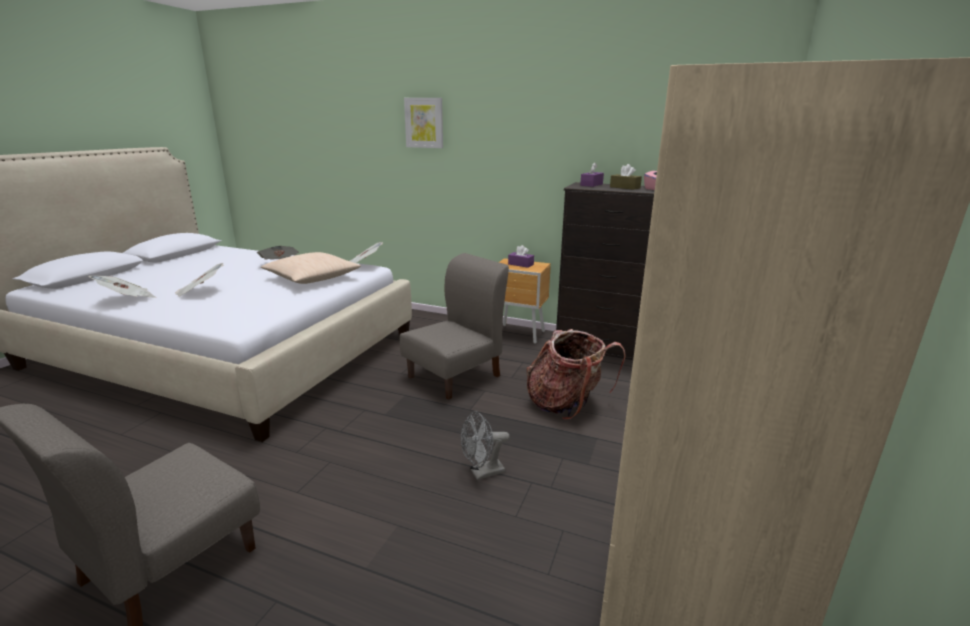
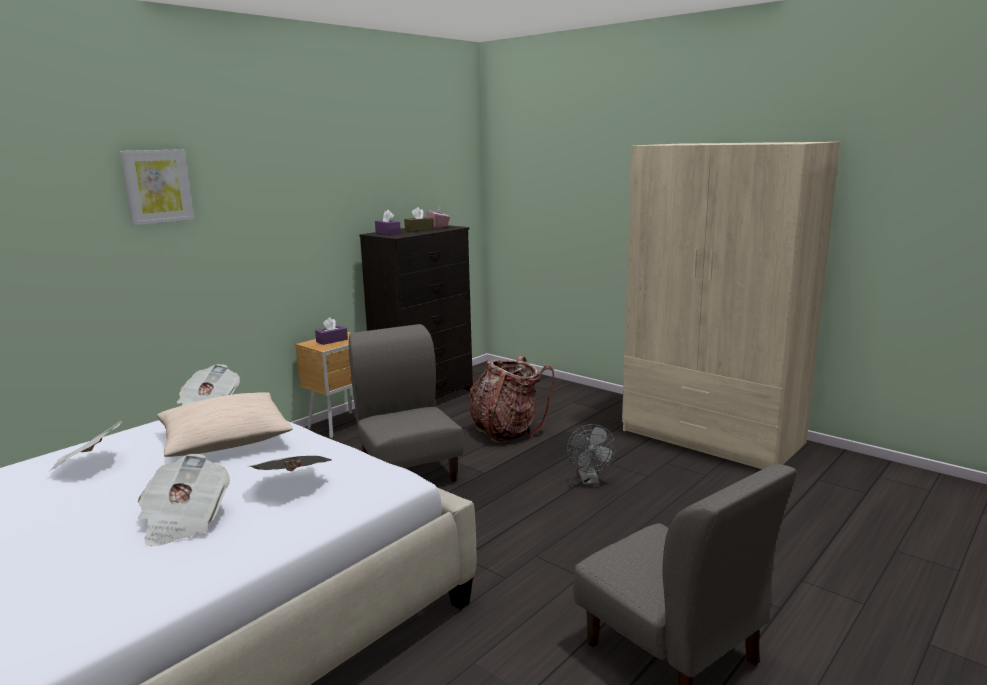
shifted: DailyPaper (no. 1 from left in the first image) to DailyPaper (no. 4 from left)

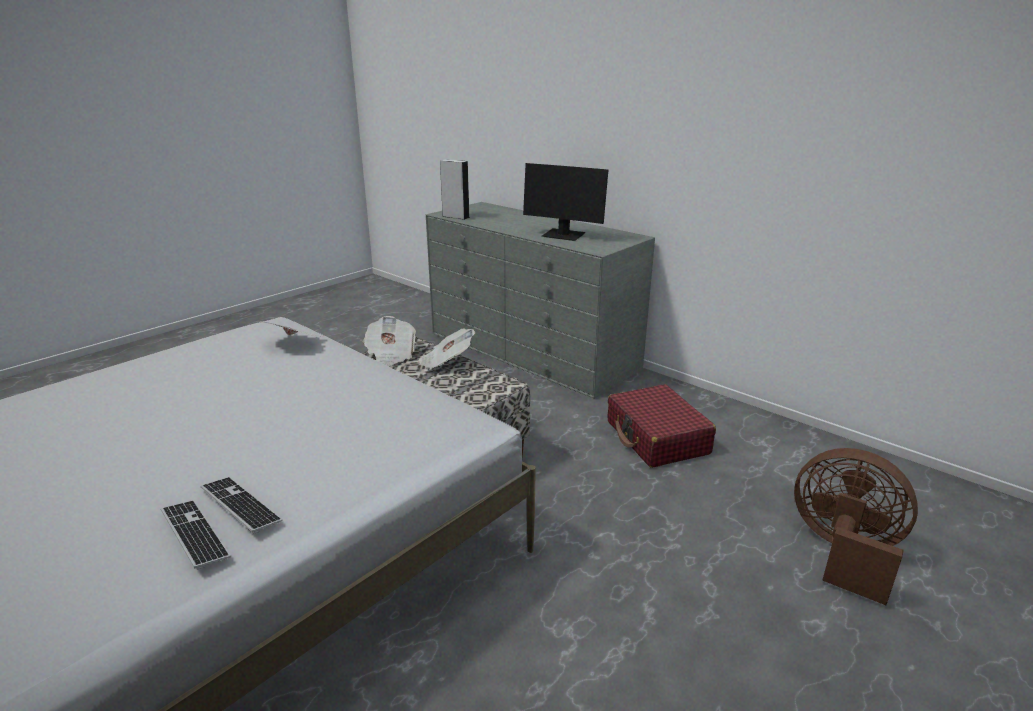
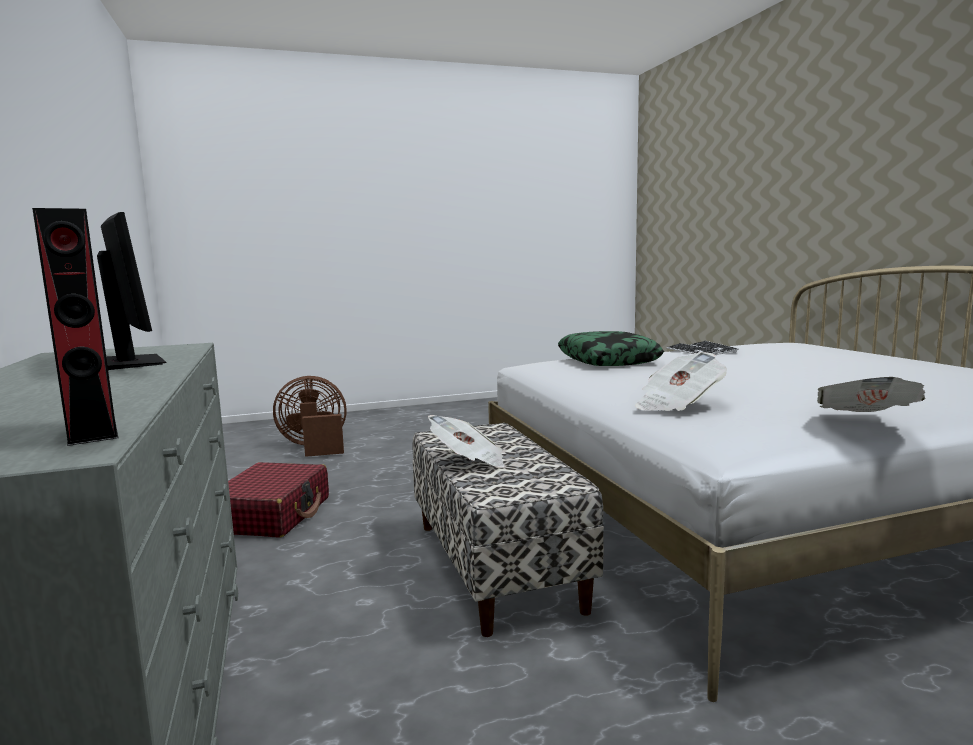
new: Pillow
shifted: DailyPaper (no. 2 from left in the first image) to DailyPaper (no. 3 from left)
repainted: GrayLoudspeaker to RedColouredLoudspeaker
rotated: BrownElectricFan 105 degrees clockwise

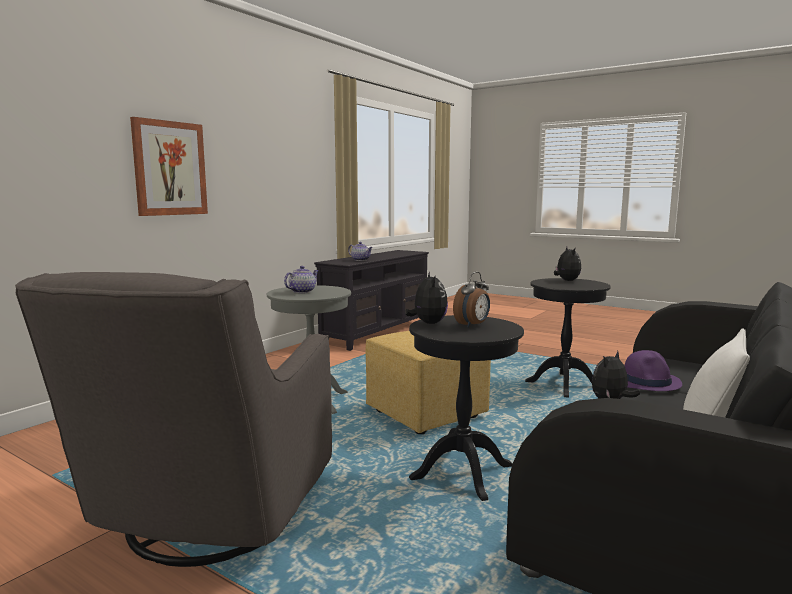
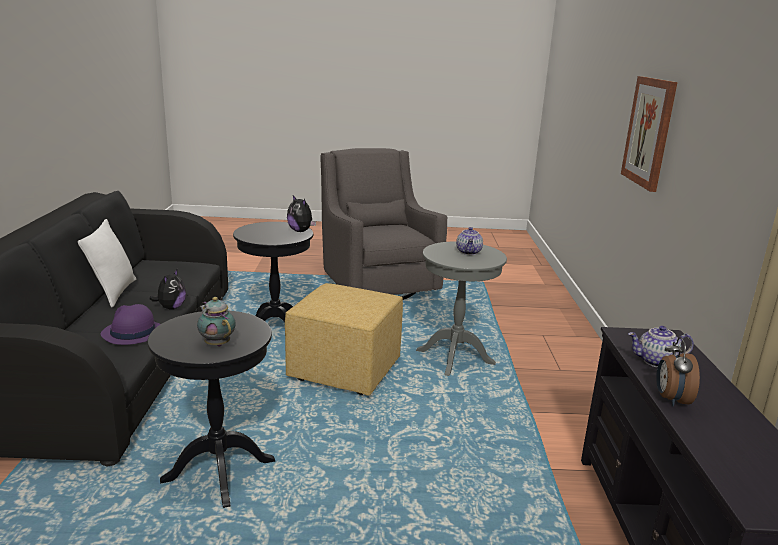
shifted: AlarmClock
swapped: CuddlyToy (no. 2 from left) to Teapot (no. 1 from left)

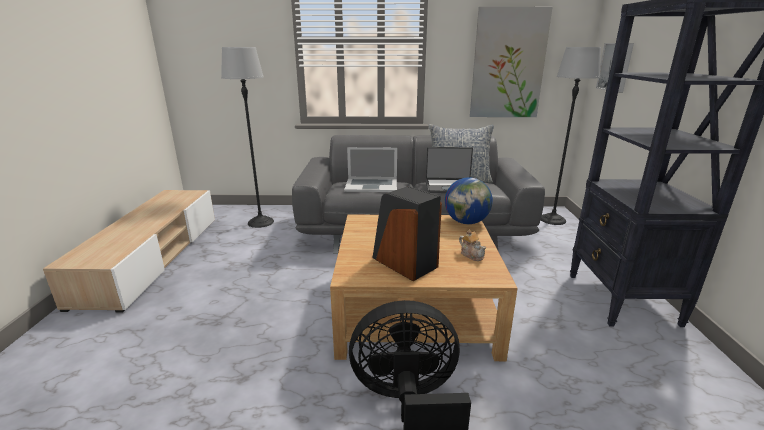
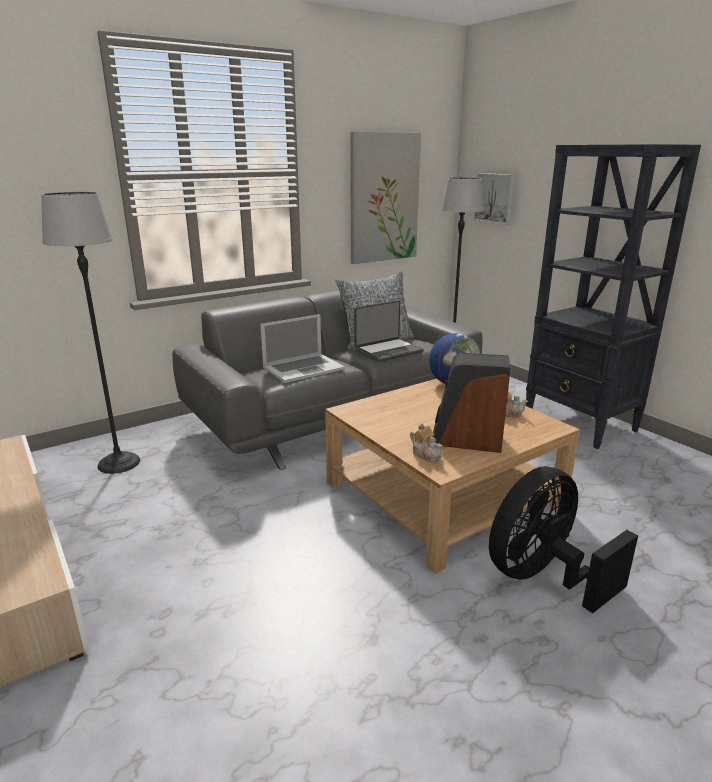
new: Teapot (no. 1 from left)

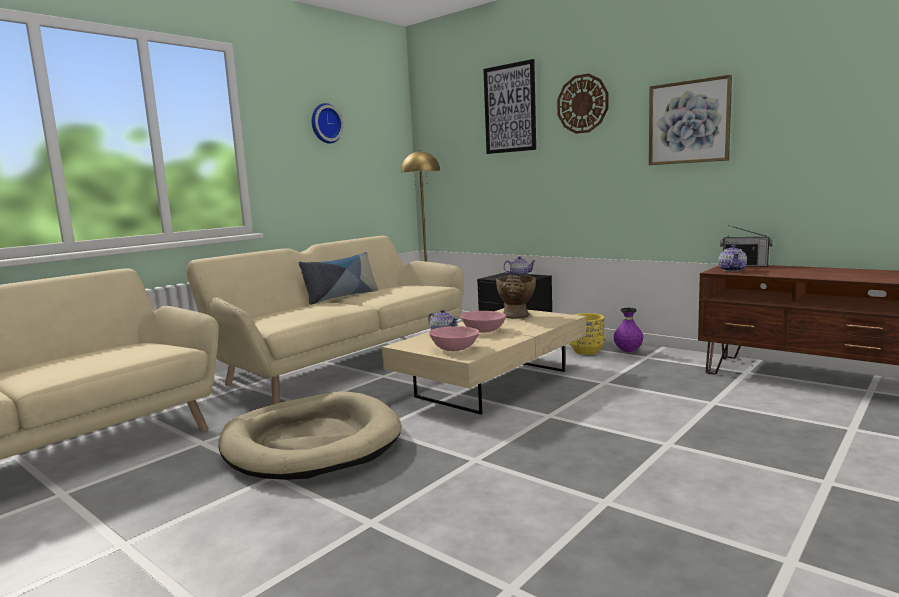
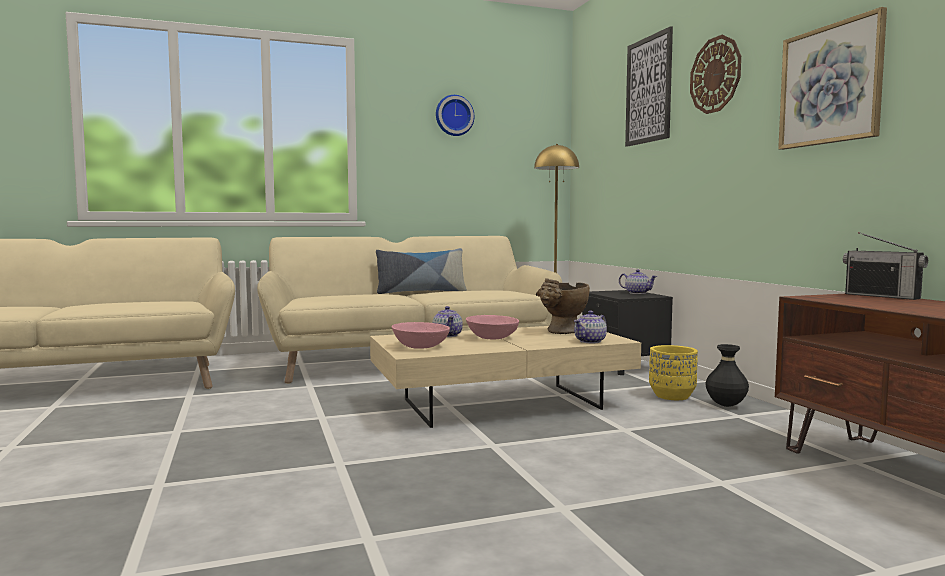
gone: BeigeColouredDogCushion
shifted: Teapot (no. 3 from left in the first image) to Teapot (no. 2 from left)
repainted: PurpleColouredDecorativeVase to BlackColouredDecorativeVase

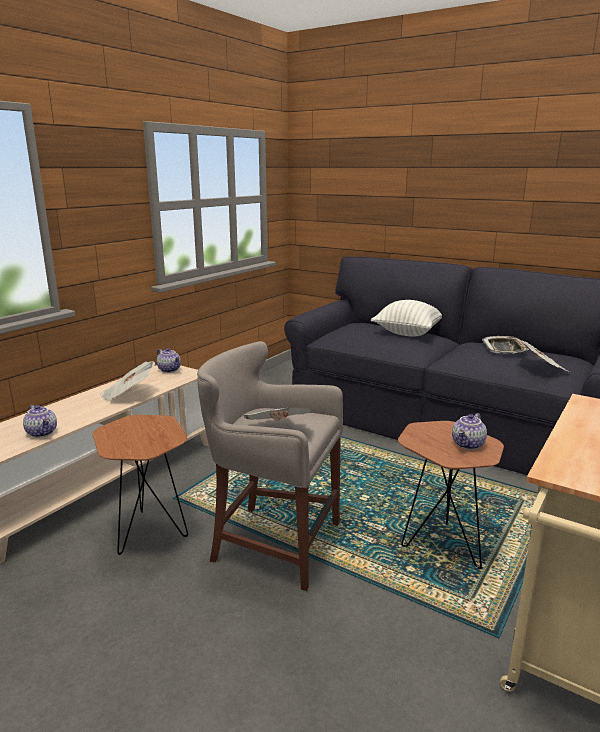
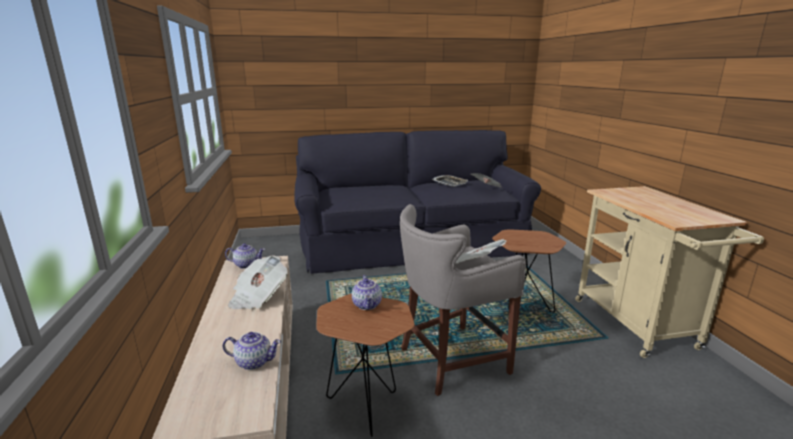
gone: WhitishPillow
shifted: Teapot (no. 3 from left)

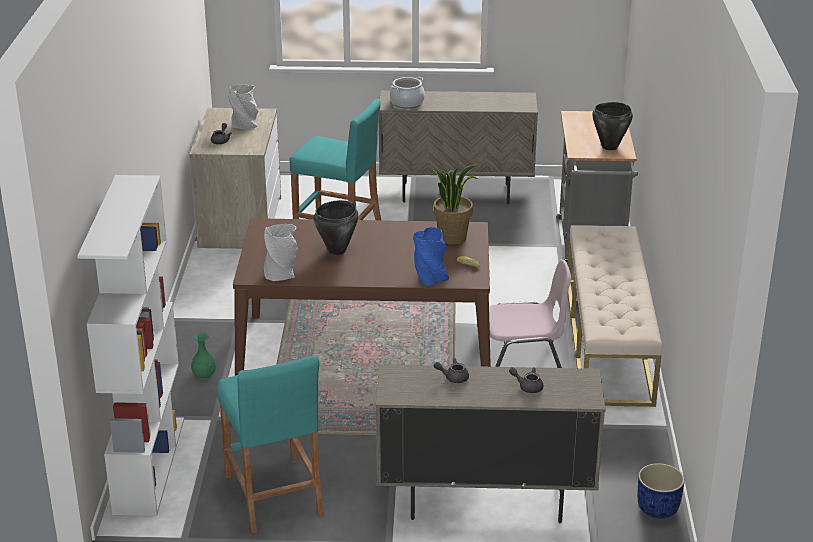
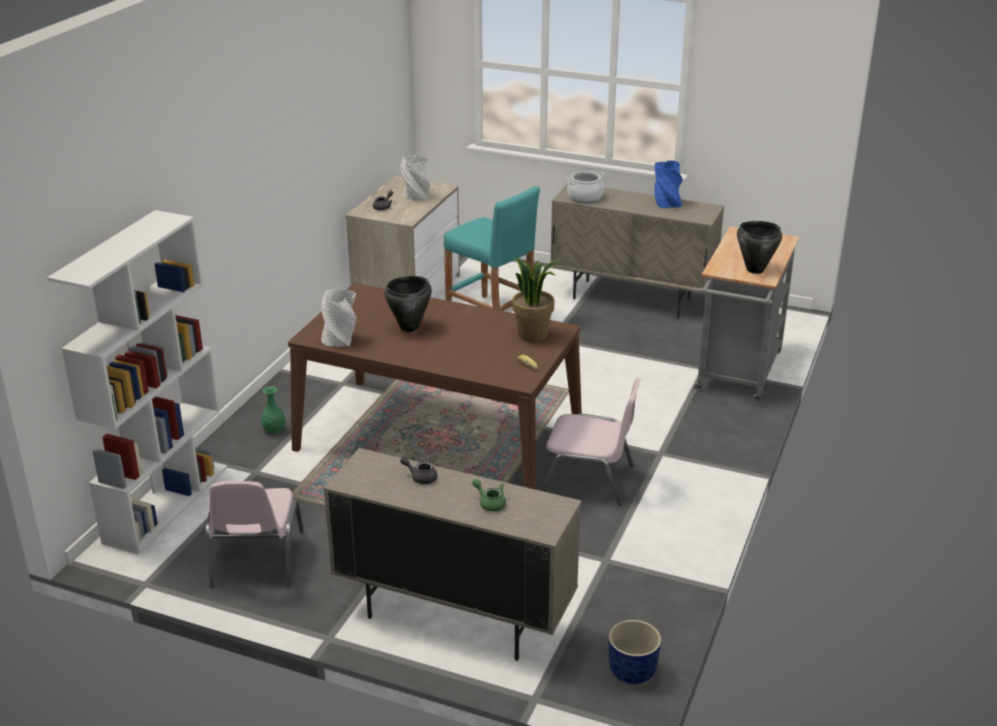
gone: BeigeColouredBench
shifted: BlueDecorativeVase
swapped: TurquoiseStool (no. 1 from left) to PinkChair (no. 1 from left)
repainted: GrayTeapot (no. 3 from left) to GreenishTeapot

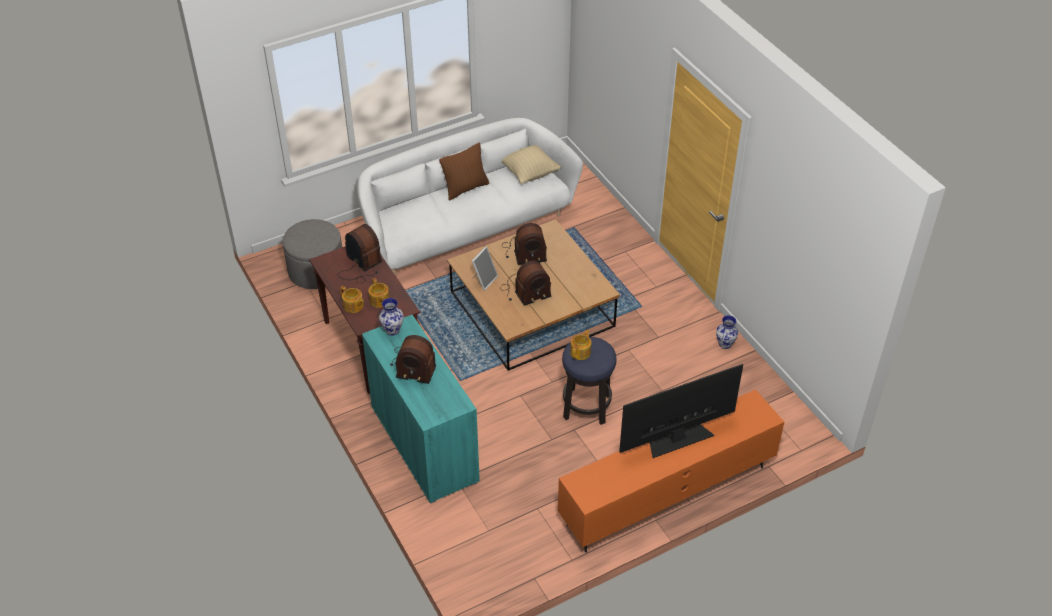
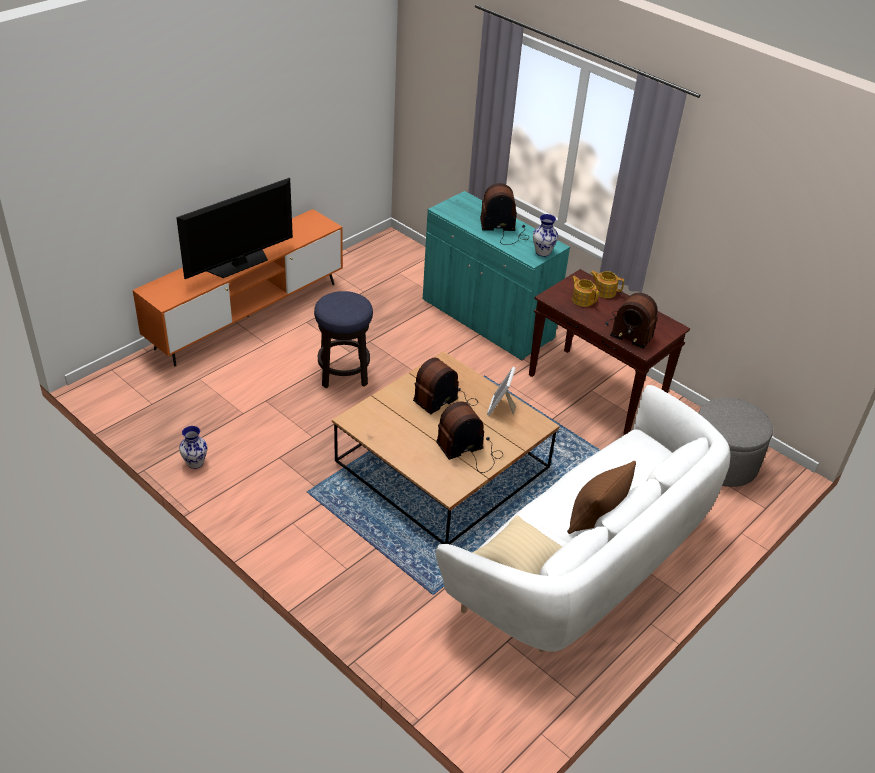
gone: Teapot (no. 3 from left)

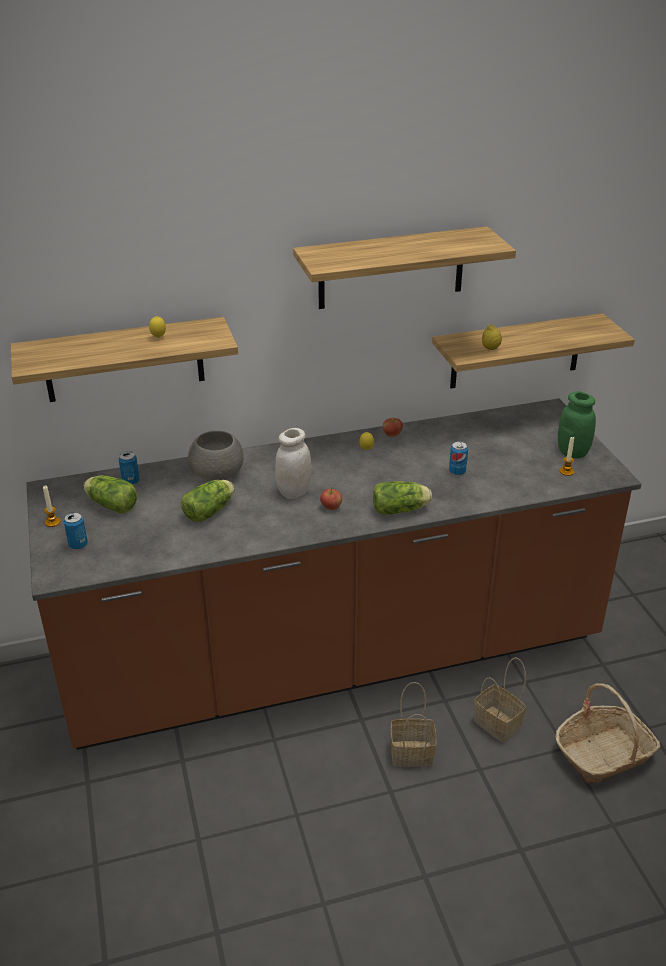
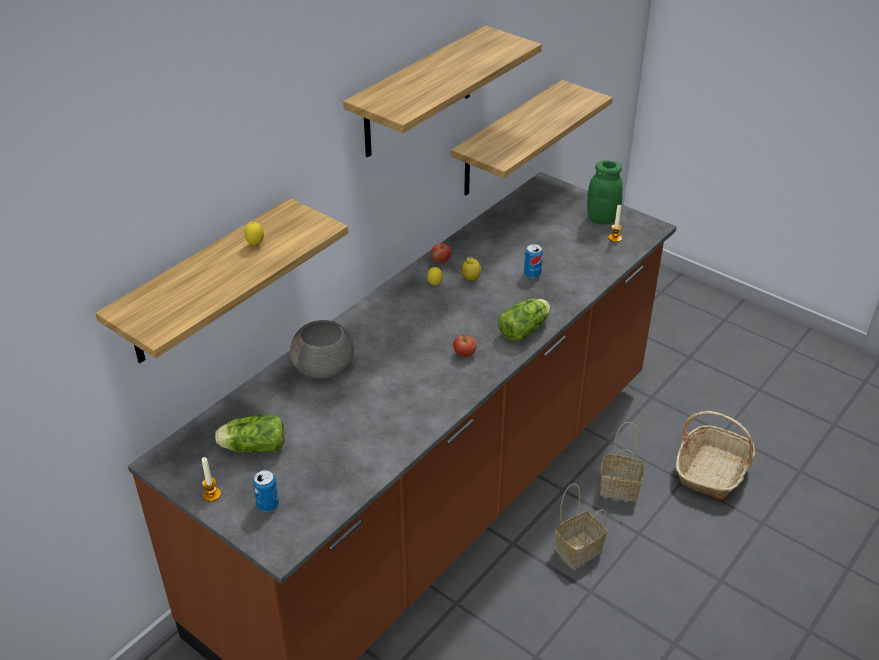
gone: Can (no. 2 from left); Lettuce (no. 2 from left); WhitishStorageJar
shifted: WholeLemon (no. 3 from left)

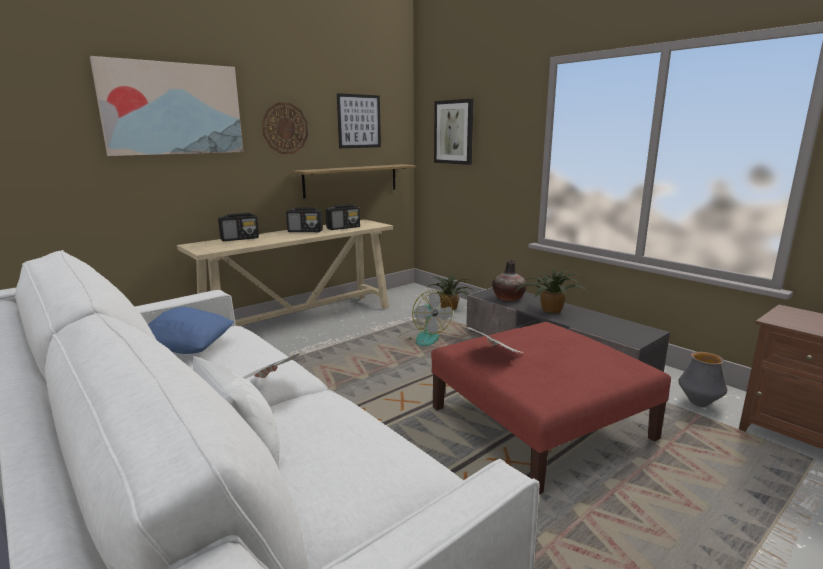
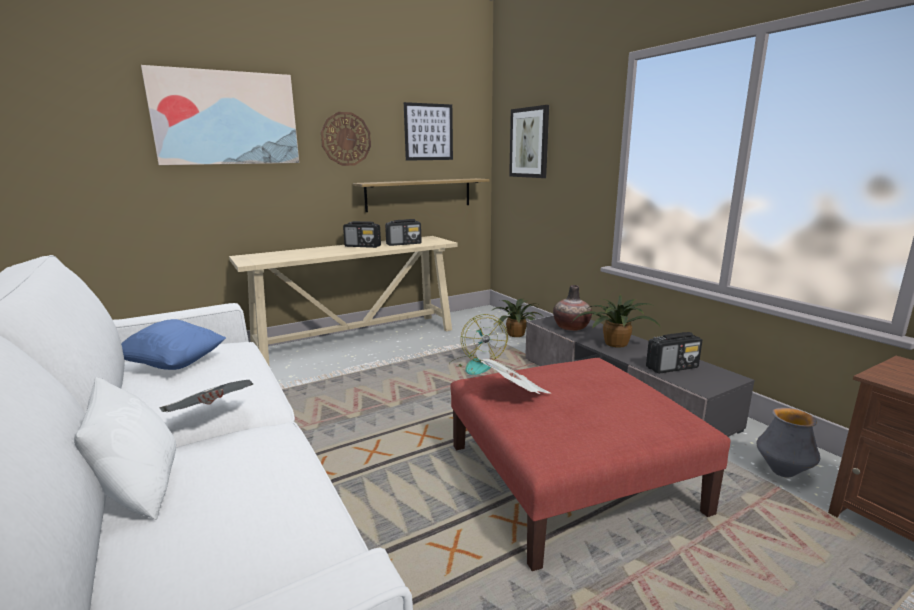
shifted: RadioSet (no. 1 from left in the first image) to RadioSet (no. 3 from left)

